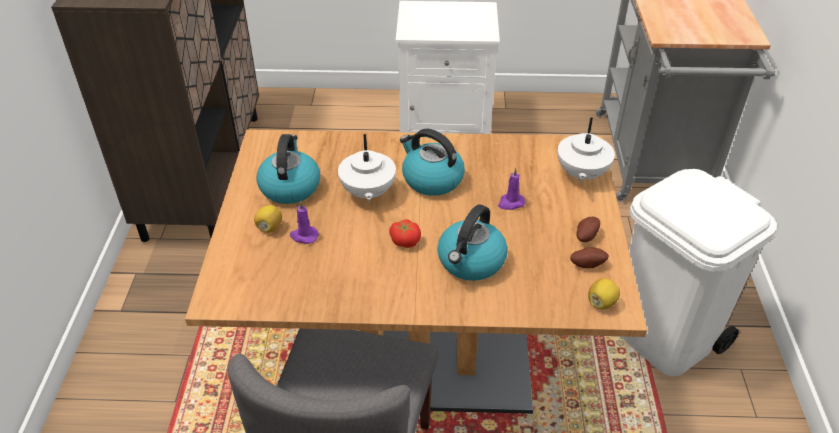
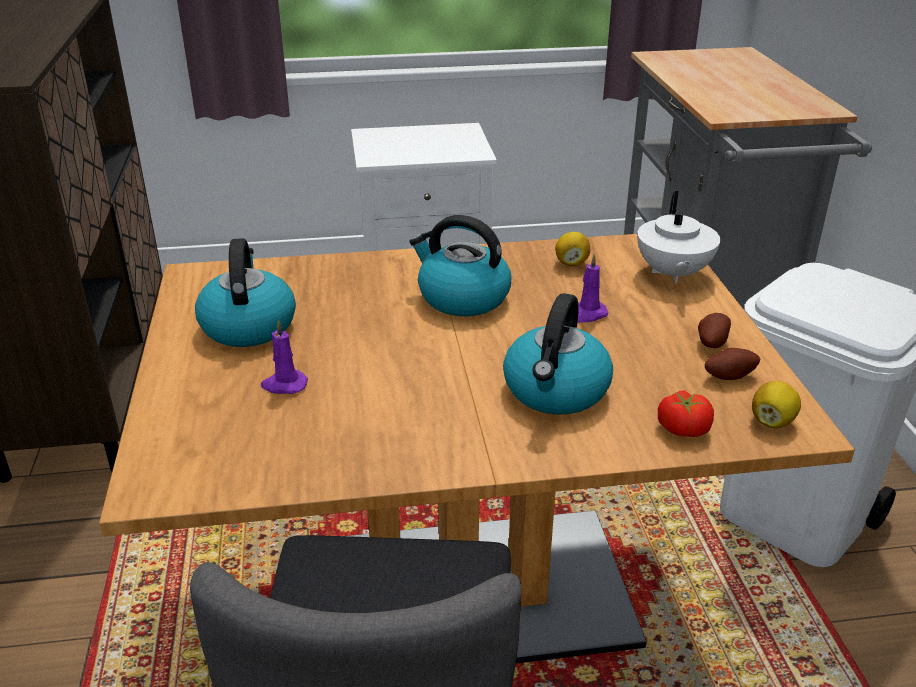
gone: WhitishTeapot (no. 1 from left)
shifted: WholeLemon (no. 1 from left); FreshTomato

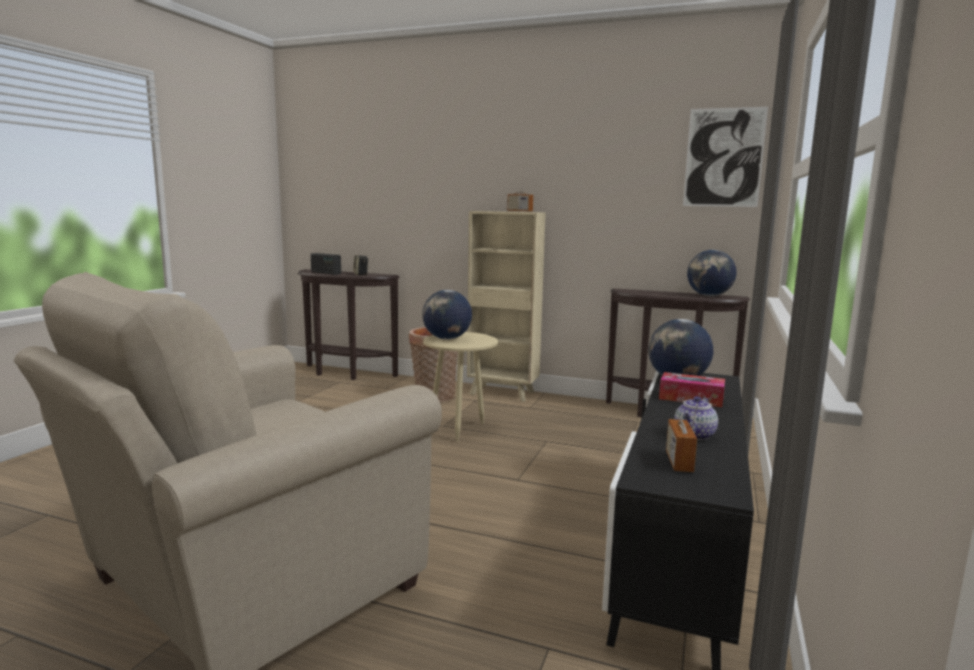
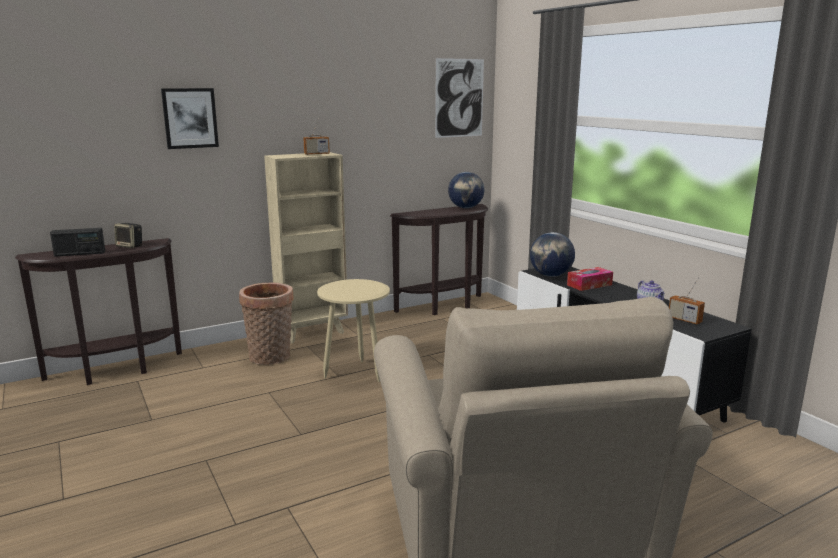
gone: WorldGlobe (no. 1 from left)
new: WallPicture (no. 1 from left)

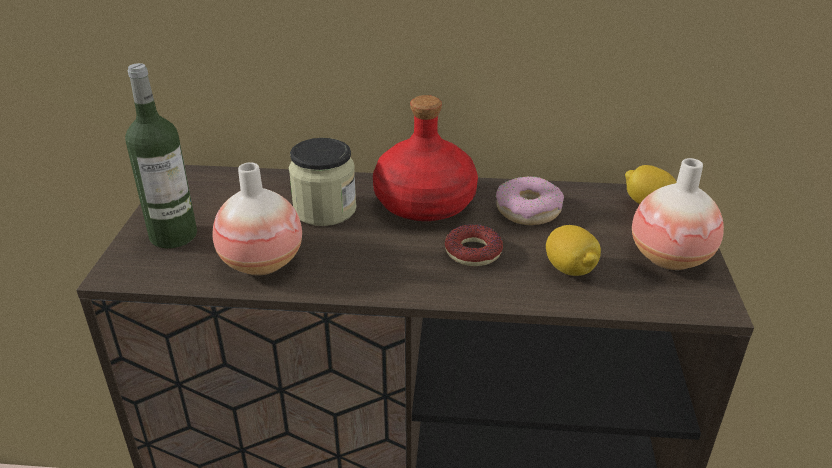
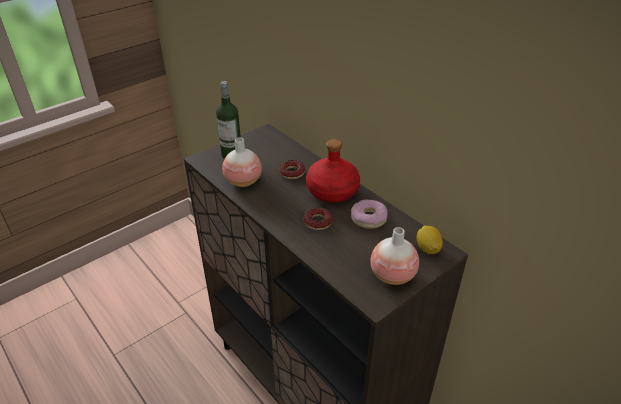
gone: WholeLemon (no. 1 from left)
swapped: StorageJar to RingDoughnut (no. 1 from left)

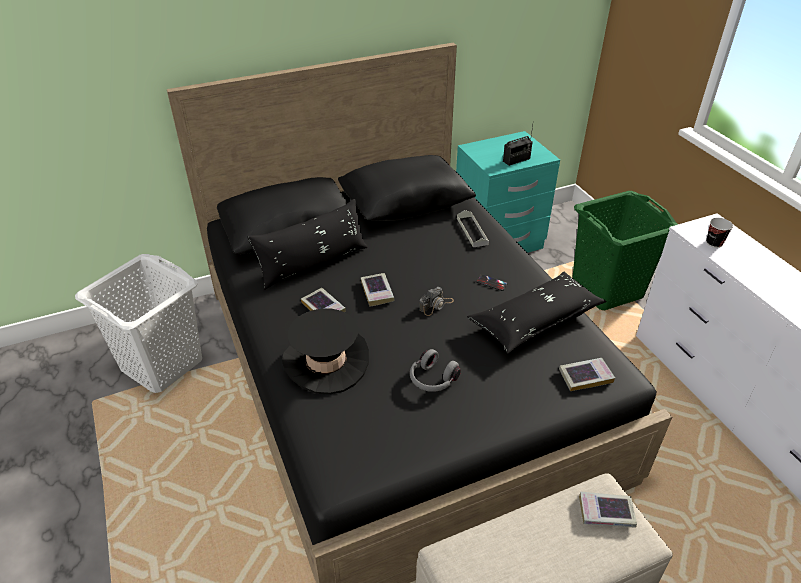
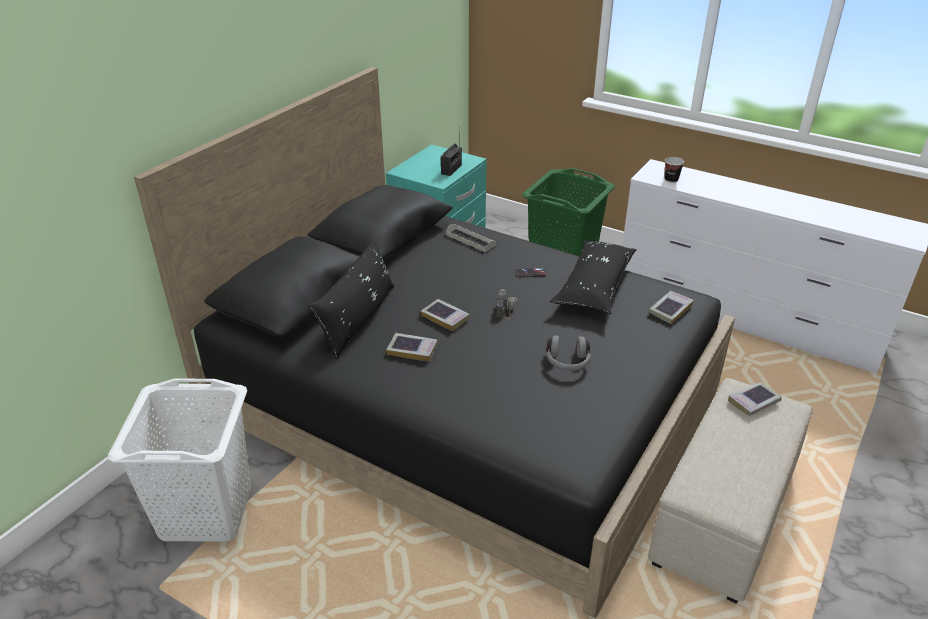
gone: BlackColouredWearableHat

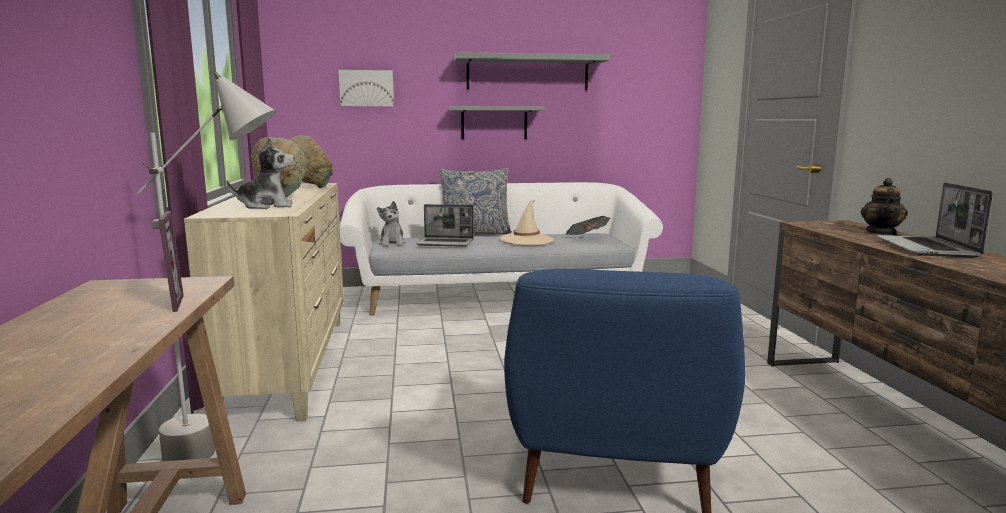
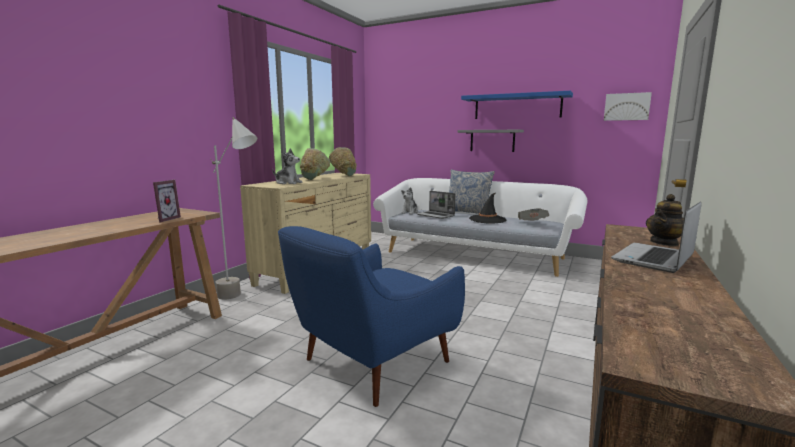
shifted: WallPicture
repainted: GrayBracketShelf (no. 2 from left) to BlueBracketShelf; BeigeColouredWearableHat to BlackColouredWearableHat

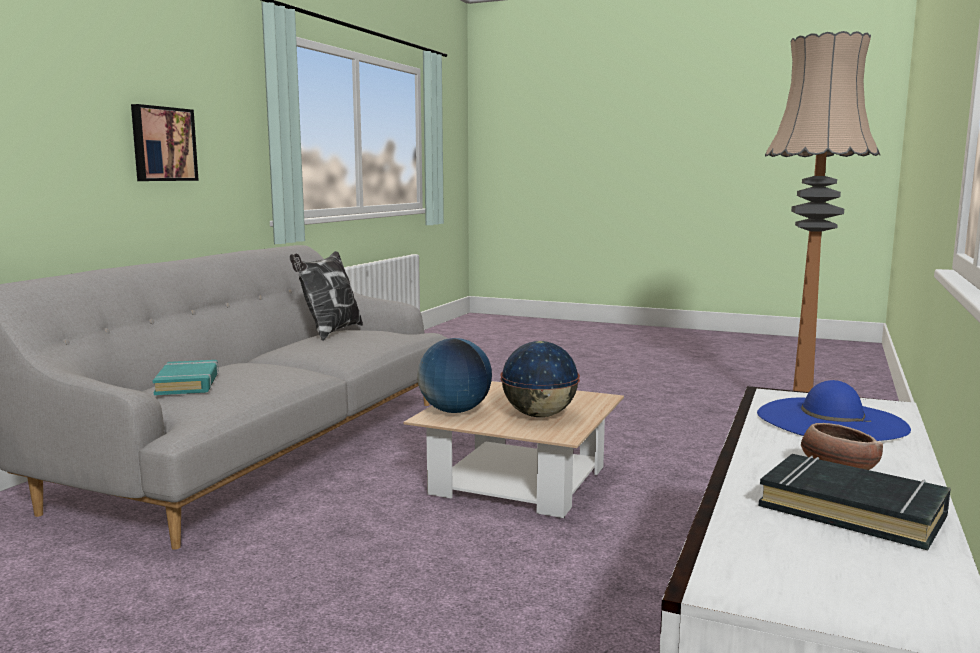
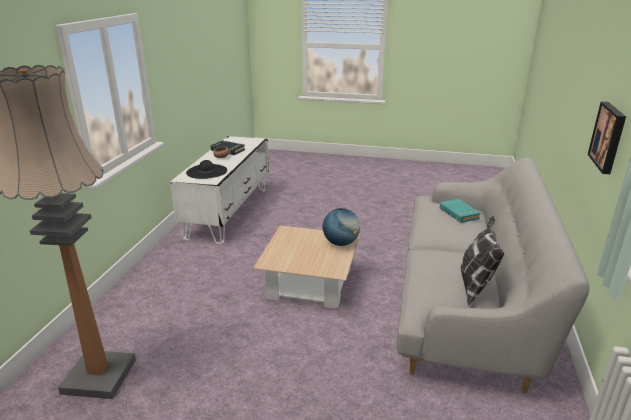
gone: WorldGlobe (no. 2 from left)
repainted: BlueWearableHat to BlackColouredWearableHat

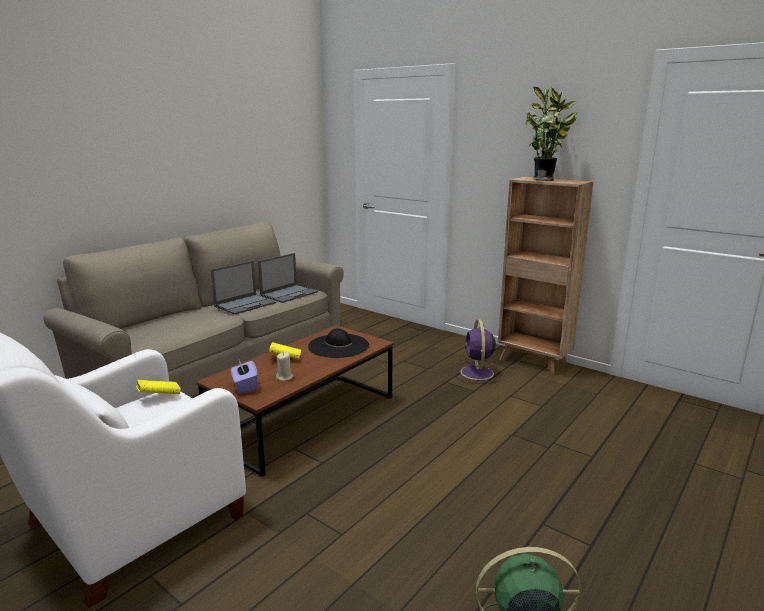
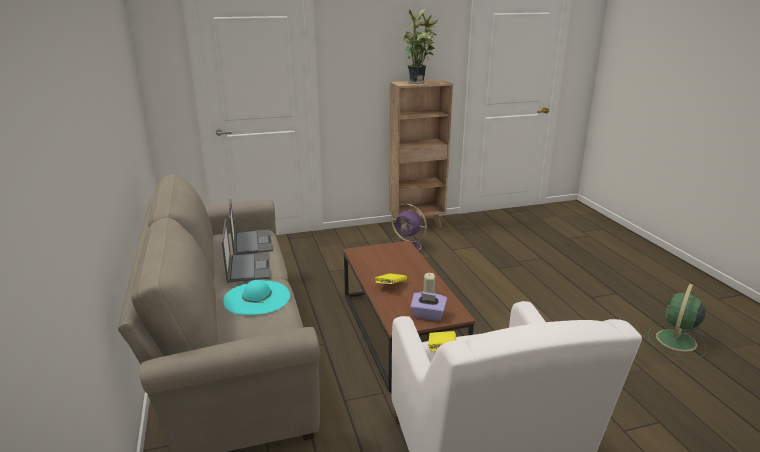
gone: BlackColouredWearableHat
new: TurquoiseWearableHat

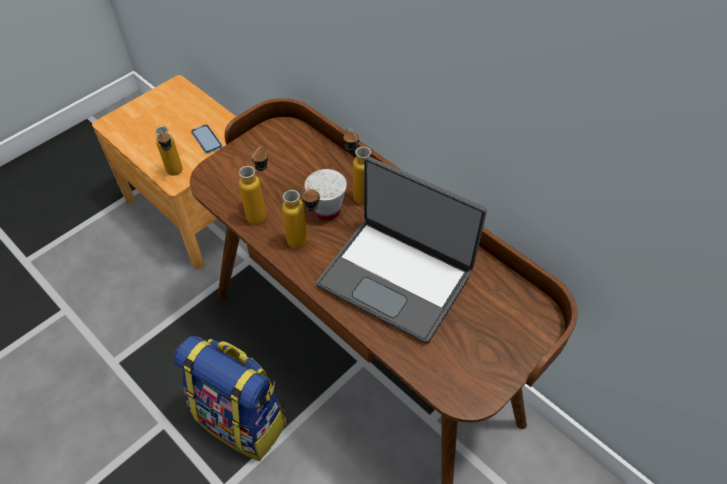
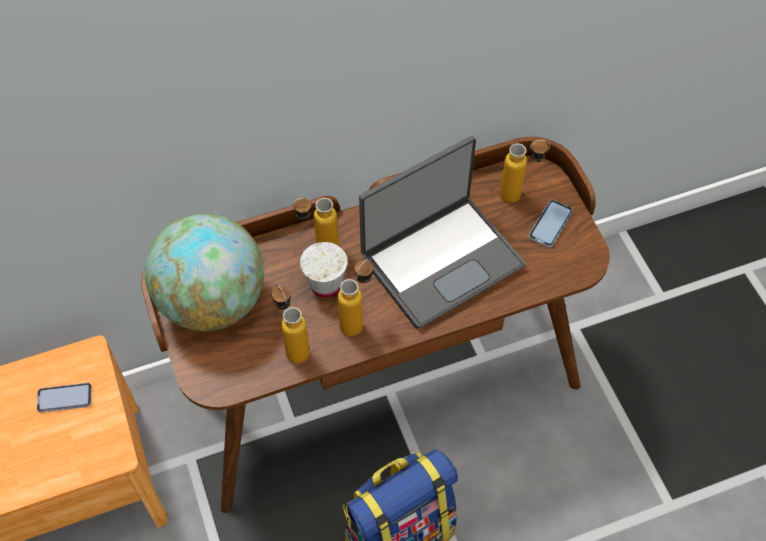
new: WorldGlobe; Handset (no. 2 from left)
shifted: BeverageBottle (no. 1 from left in the first image) to BeverageBottle (no. 4 from left)

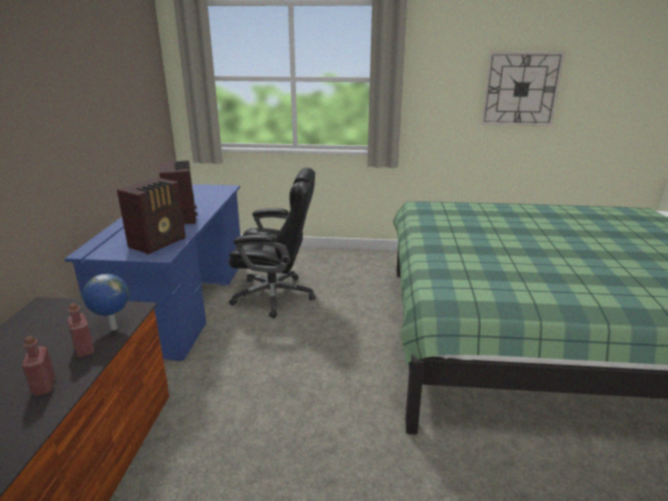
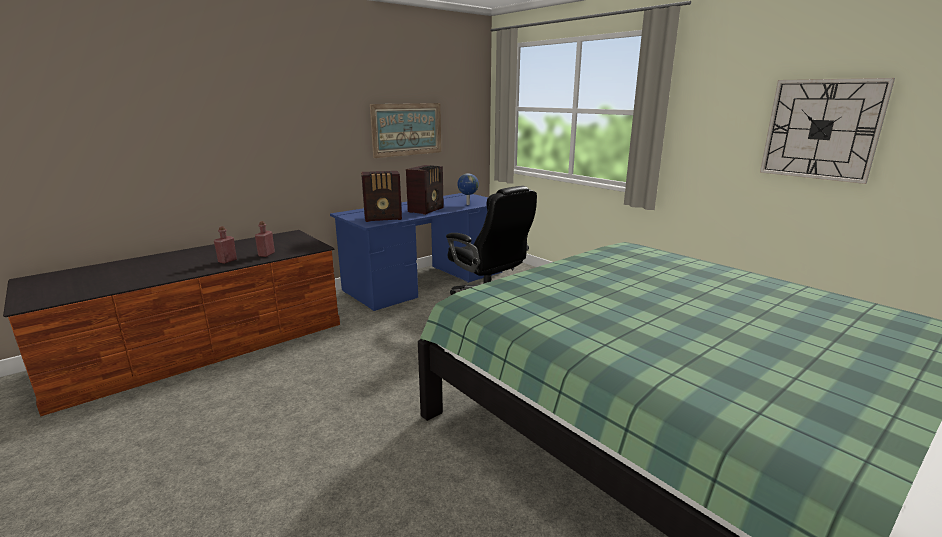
new: WallPicture
shifted: WorldGlobe

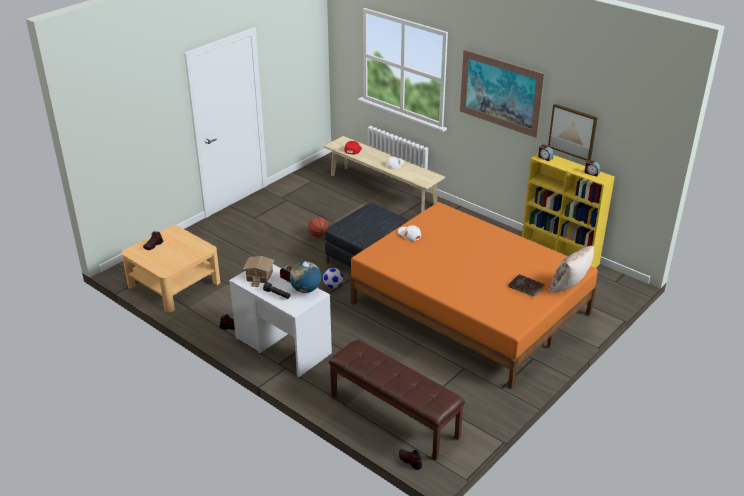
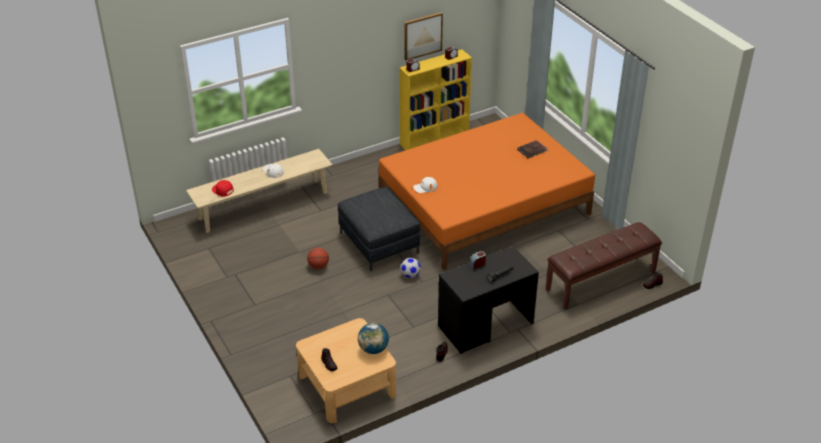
gone: MiniatureHouse; WallPicture (no. 1 from left); BeigeColouredPillow
shifted: WorldGlobe
repainted: WhitishDeskUnit to BlackColouredDeskUnit

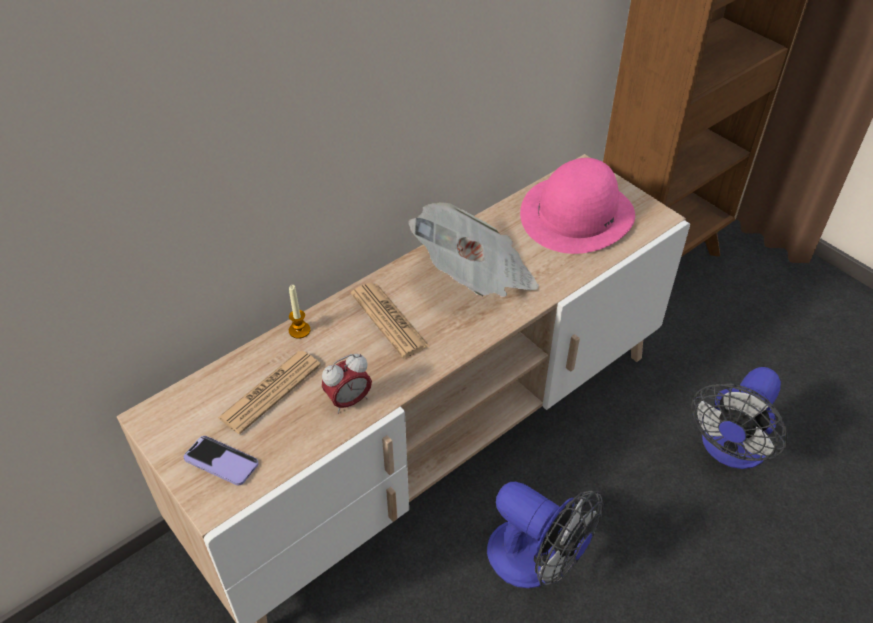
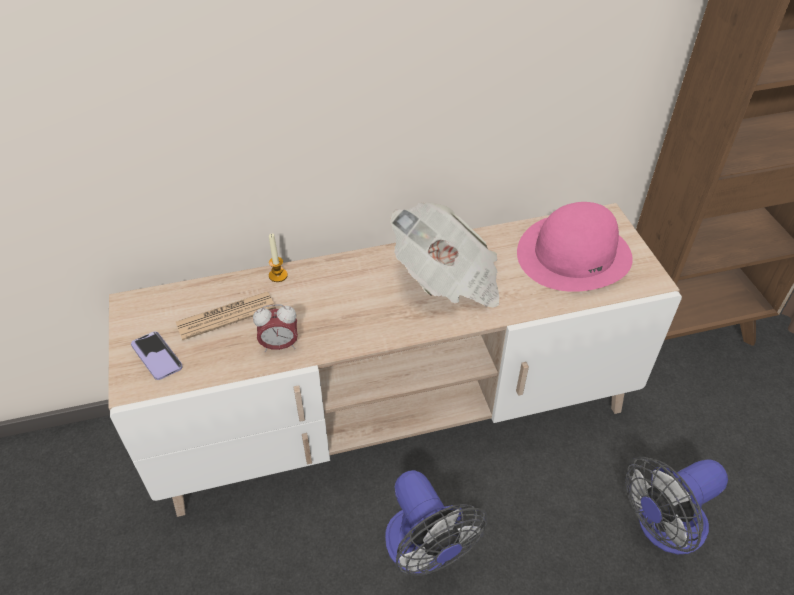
gone: DailyPaper (no. 2 from left)

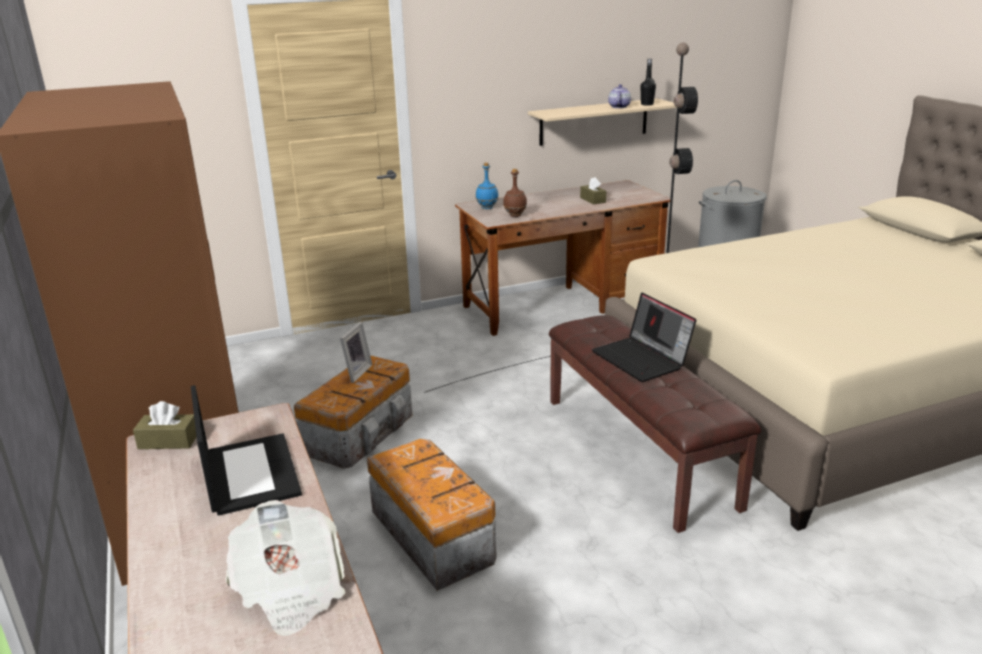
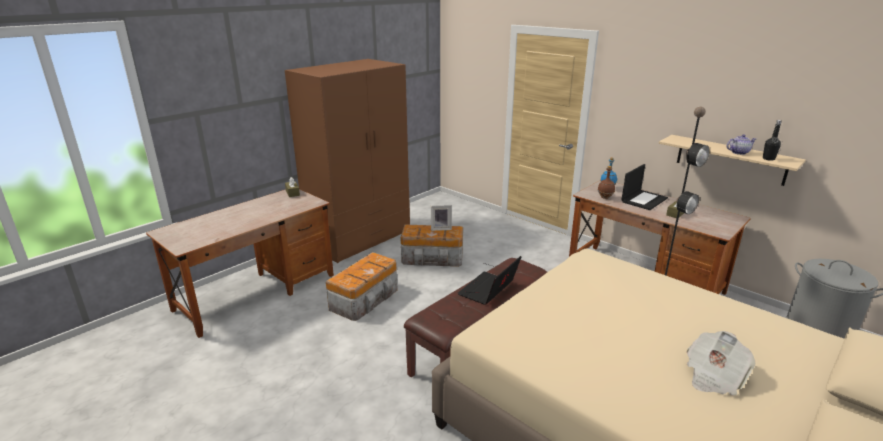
shifted: NotebookComputer (no. 1 from left in the first image) to NotebookComputer (no. 2 from left); DailyPaper

